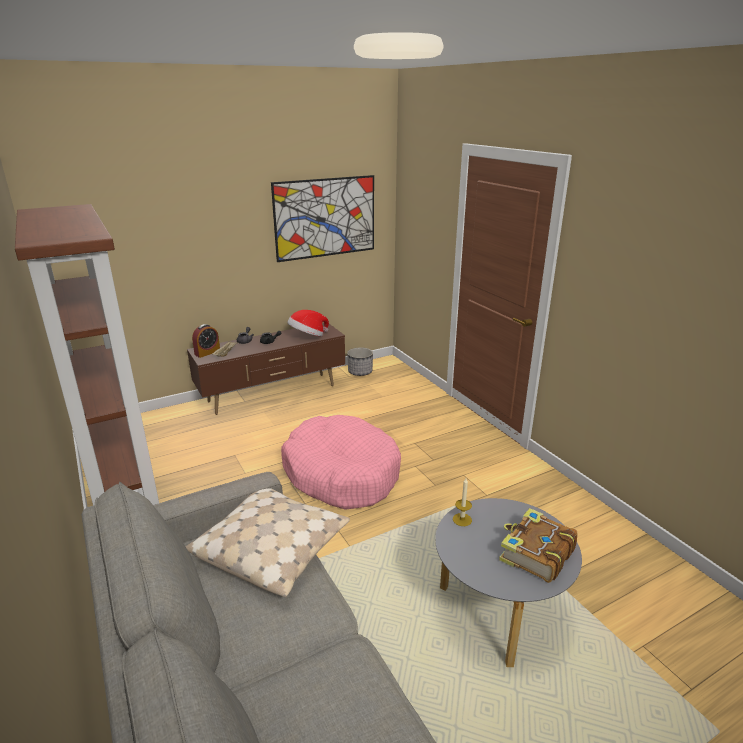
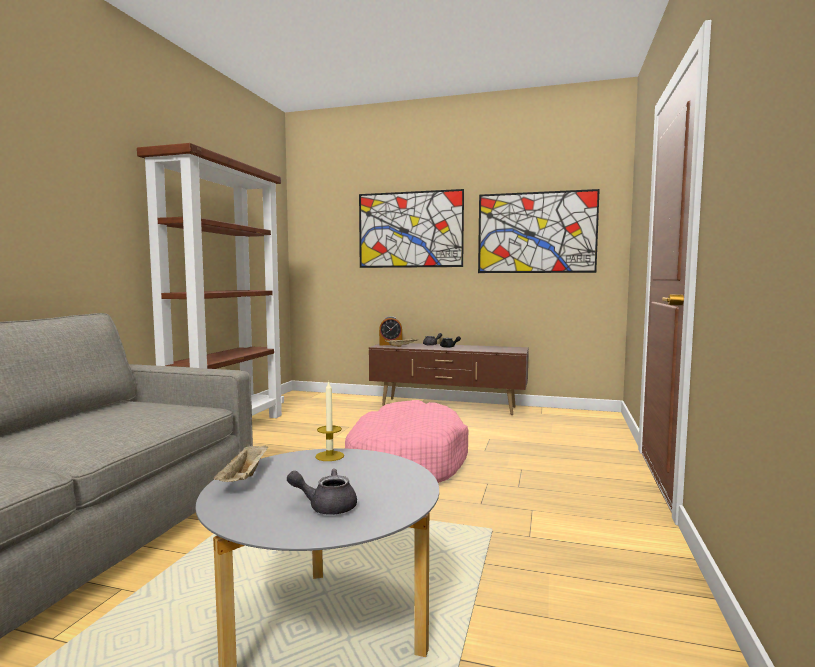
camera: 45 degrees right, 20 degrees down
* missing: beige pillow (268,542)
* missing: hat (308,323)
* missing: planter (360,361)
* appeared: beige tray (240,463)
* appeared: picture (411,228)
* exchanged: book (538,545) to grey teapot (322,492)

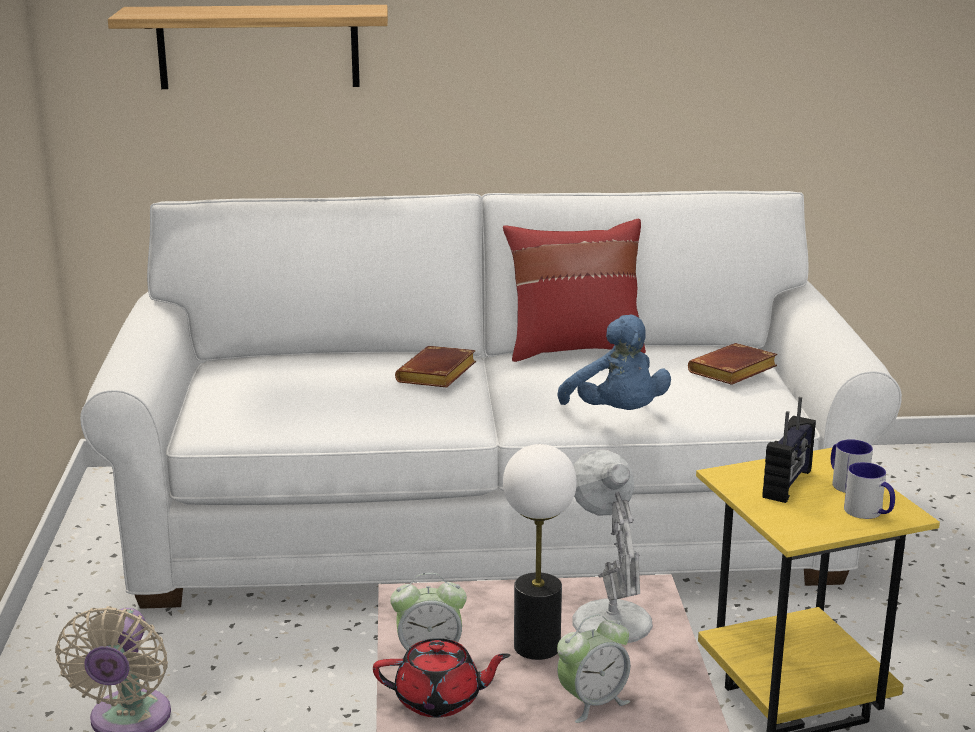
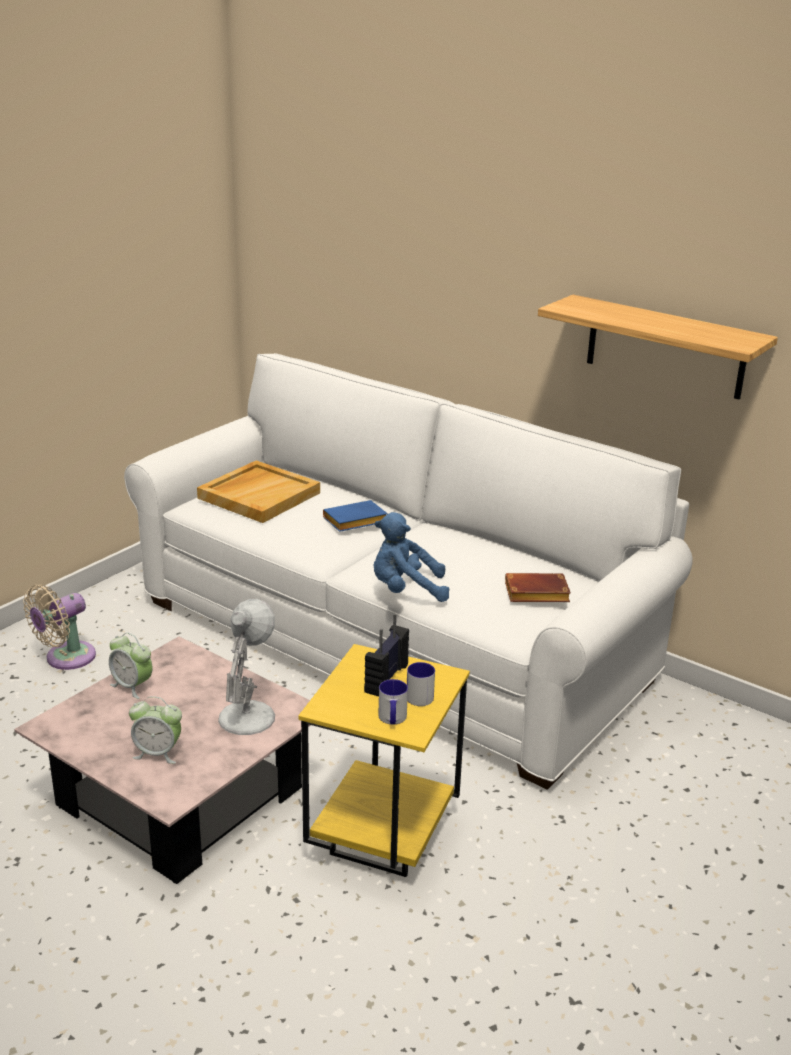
camera: 40 degrees right, 5 degrees up
* missing: red teapot (442,677)
* missing: red pillow (574,290)
* missing: table lamp (540,552)
* appeared: beige tray (258,491)
* relocated: shelf (248,47) to (658,347)
* colour: brown book (435,366) to blue book (355,516)
* spun: blue plush toy (614,362) = (412,557) 75 degrees clockwise
* spun: radio (789,450) = (386,655) 135 degrees clockwise

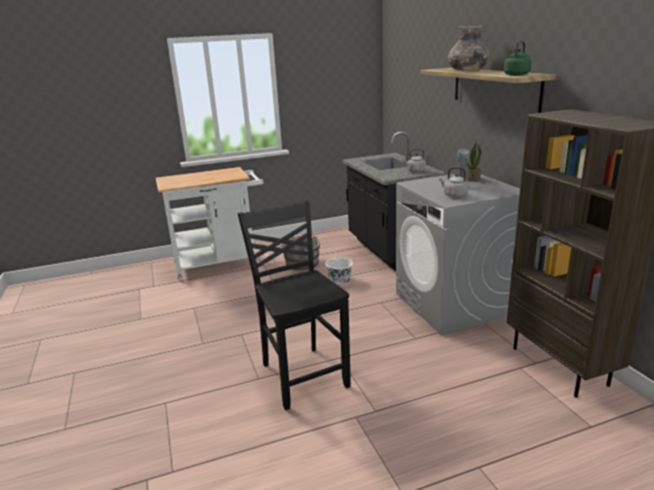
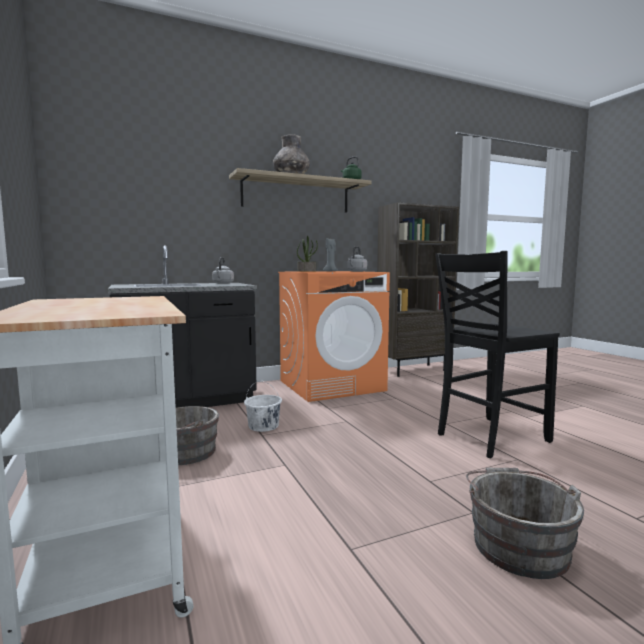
camera: 95 degrees left, 15 degrees down
* appeared: grey bucket (525,523)
* colour: grey washing machine (458,254) to orange washing machine (334,336)

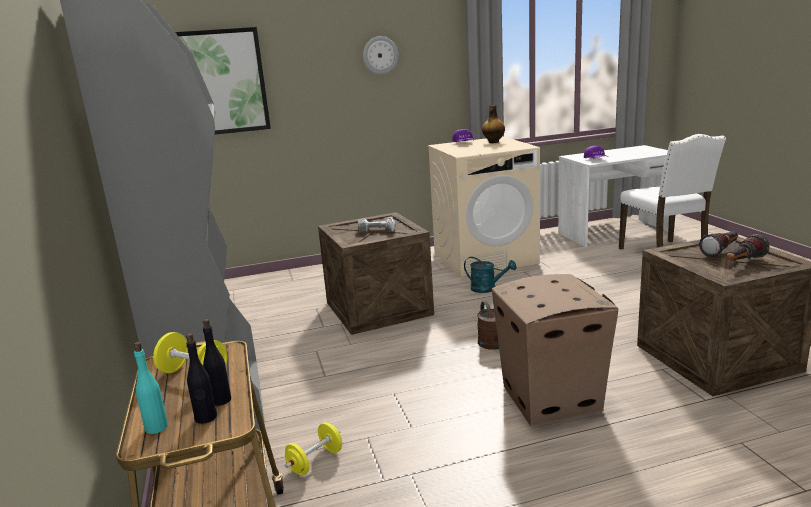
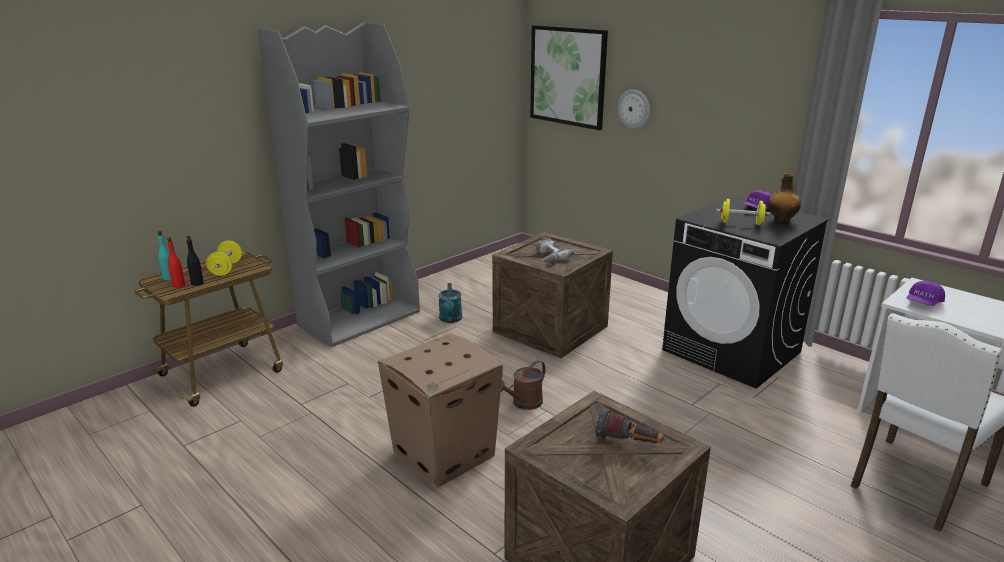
camera: 60 degrees right, 5 degrees up
* missing: flashlight (748,247)
* relocated: yellow dumbbell (313,449) to (743,212)
* relocated: wall clock (381,55) to (633,109)
* relocated: turquoise watering can (490,275) to (450,303)
* colour: black bottle (201,378) to red bottle (176,263)
* colour: beige washing machine (484,207) to black washing machine (745,292)

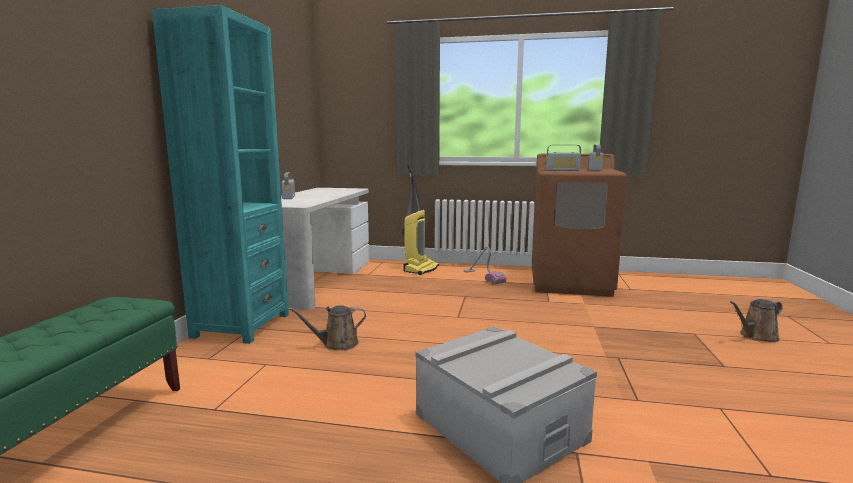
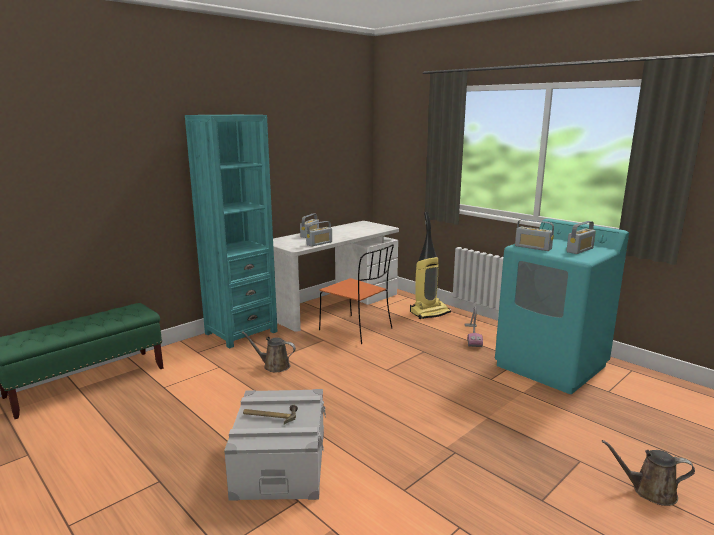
camera: 35 degrees right, 5 degrees up
* appeared: hammer (270,415)
* appeared: radio (319,234)
* appeared: orange chair (356,294)
* colour: brown washing machine (579,225) to turquoise washing machine (562,306)

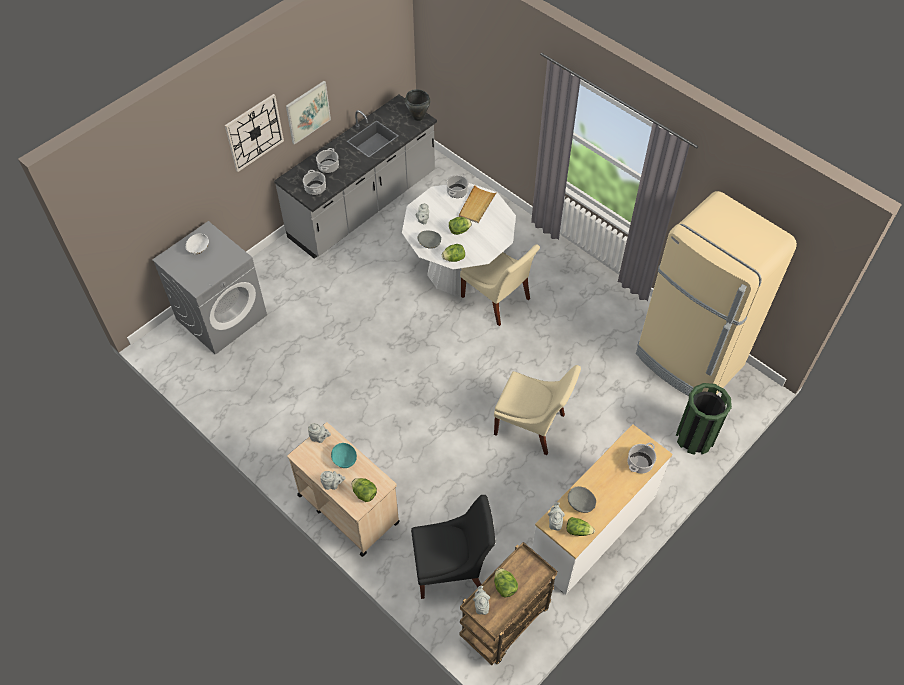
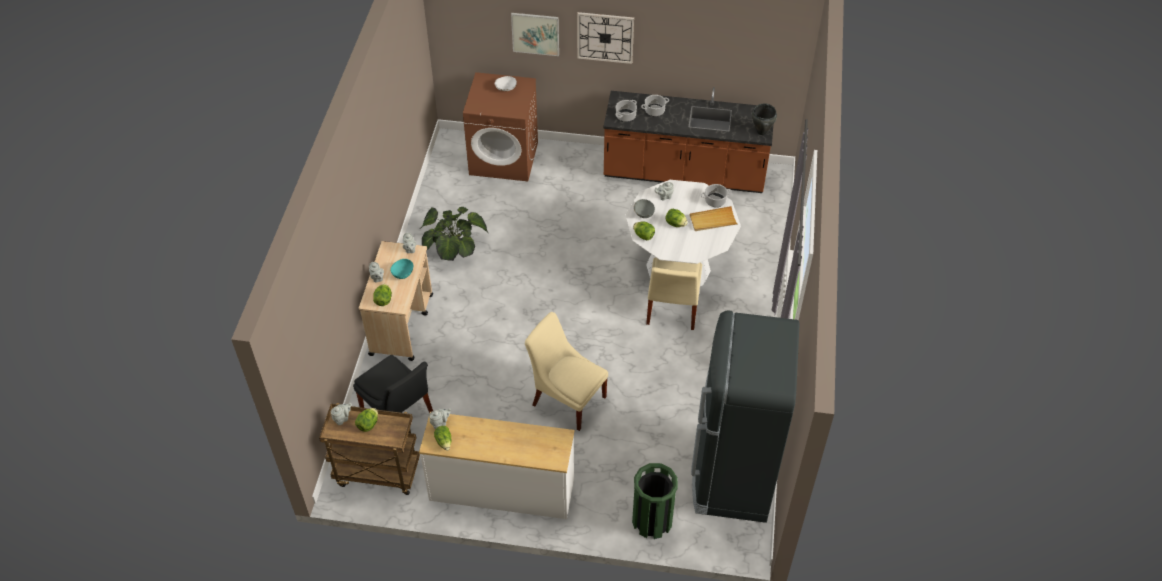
camera: 55 degrees right, 5 degrees down
* missing: grey bowl (582,499)
* missing: cooking pot (641,458)
* appeared: potted plant (454,234)
* relocated: picture (308,113) to (535,34)
* colour: grey washing machine (209,288) to brown washing machine (500,126)
* colour: grey counter (355,177) to brown counter (689,140)
* colour: beige fridge (716,293) to black fridge (745,416)
* spun: beige chair (537,410) = (566,371) 135 degrees clockwise

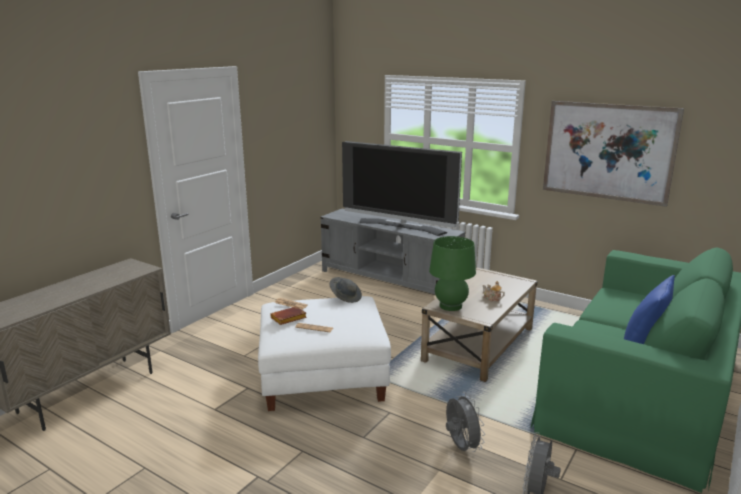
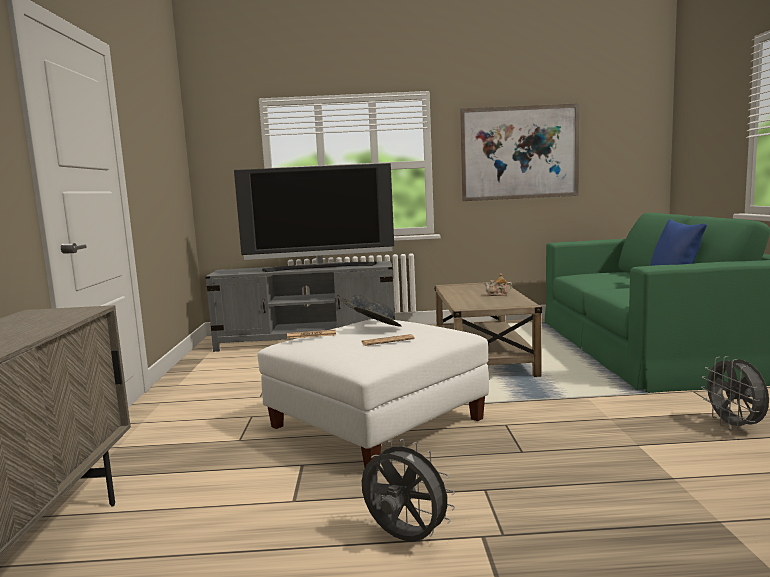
camera: 35 degrees left, 10 degrees down
* missing: brown book (288,315)
* missing: green table lamp (452,273)
* appeared: grey hat (377,314)
* relocated: grey fan (465,422) to (408,490)

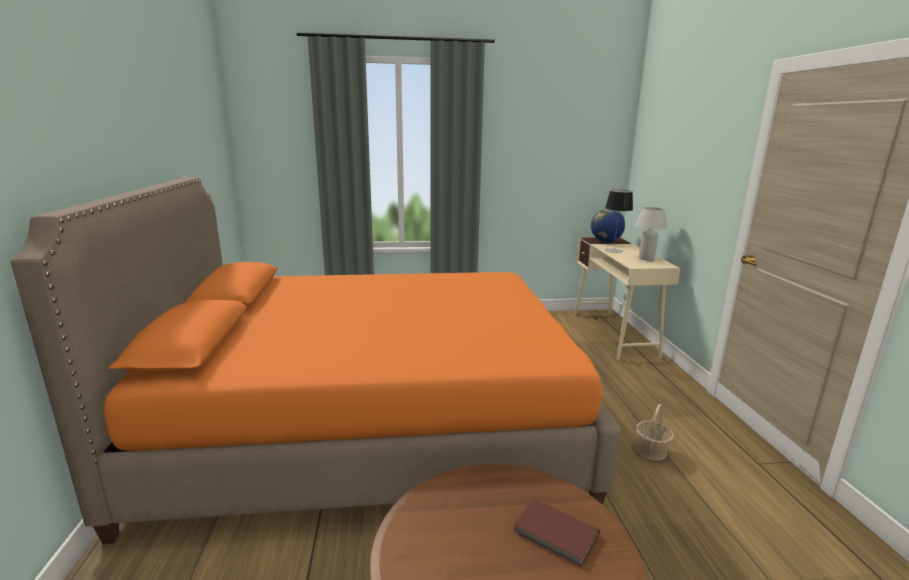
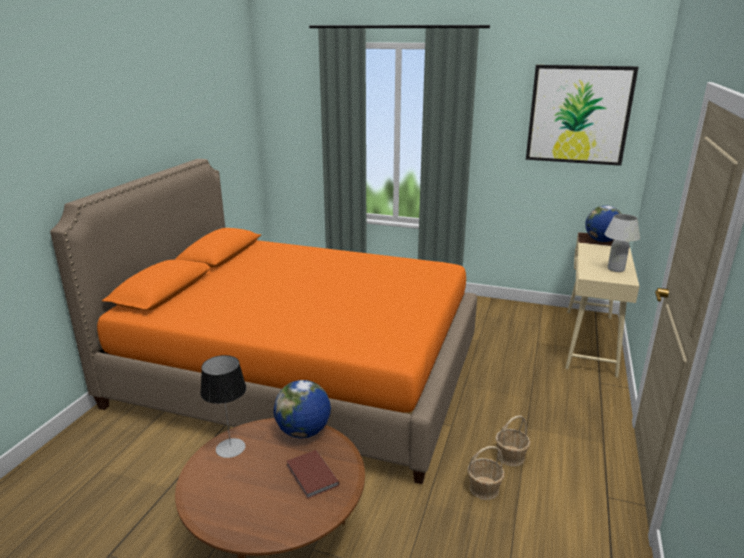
camera: 25 degrees right, 5 degrees up
* appeared: globe (302,409)
* appeared: basket (485,473)
* appeared: picture (582,115)
* relocated: table lamp (619,221) to (223,406)

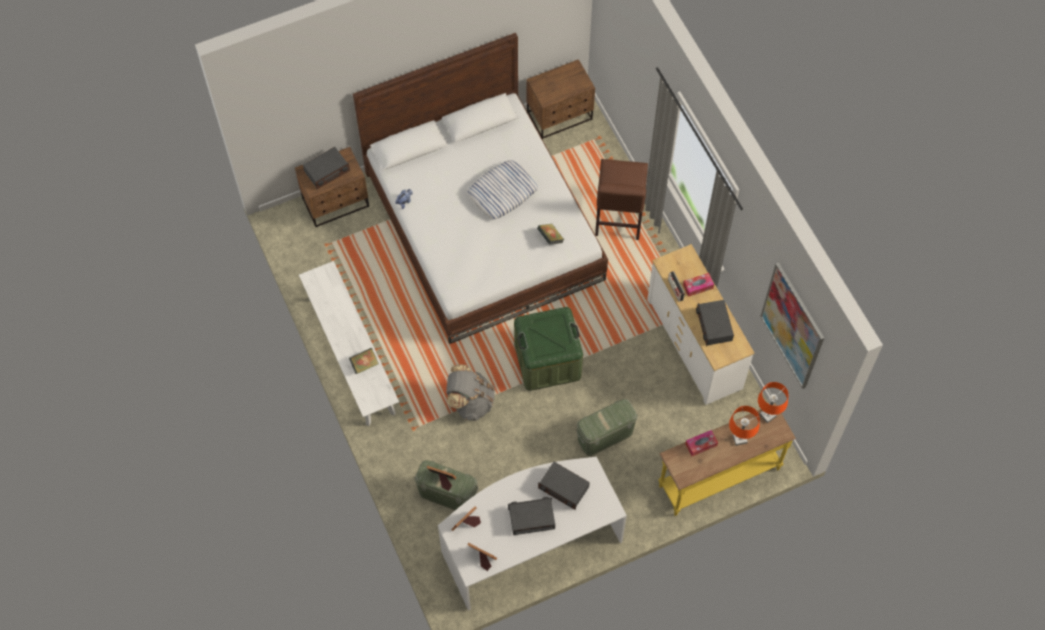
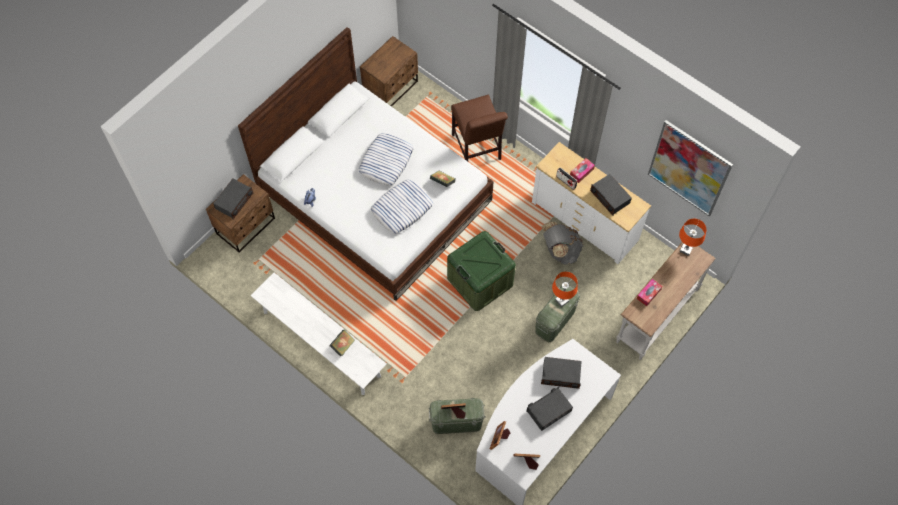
camera: 25 degrees left, 0 degrees up
* appeared: pillow (402,207)
* relocated: grey backpack (470,392) to (562,242)
* relocated: orange table lamp (744,426) to (565,289)
* colour: yellow console table (727,459) to white console table (666,301)

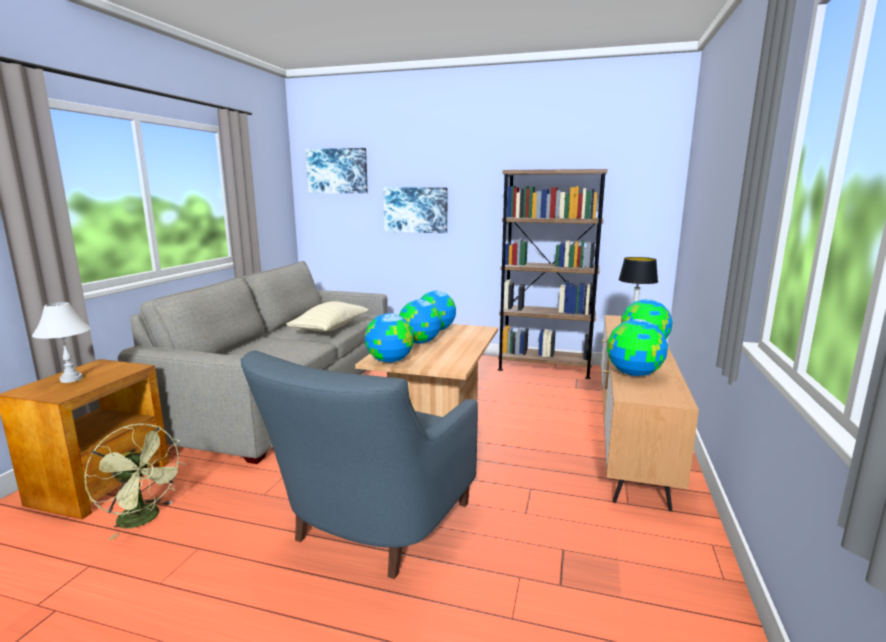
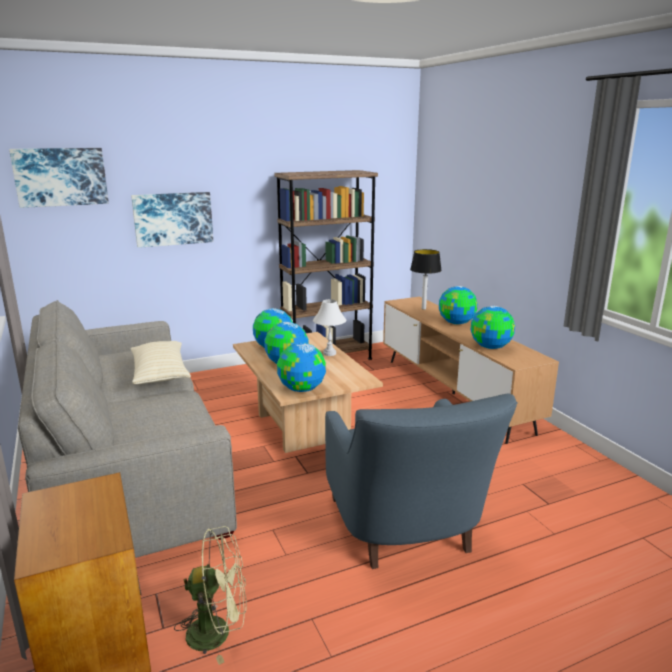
camera: 40 degrees left, 5 degrees up
* relocated: white table lamp (61,342) to (329,327)

